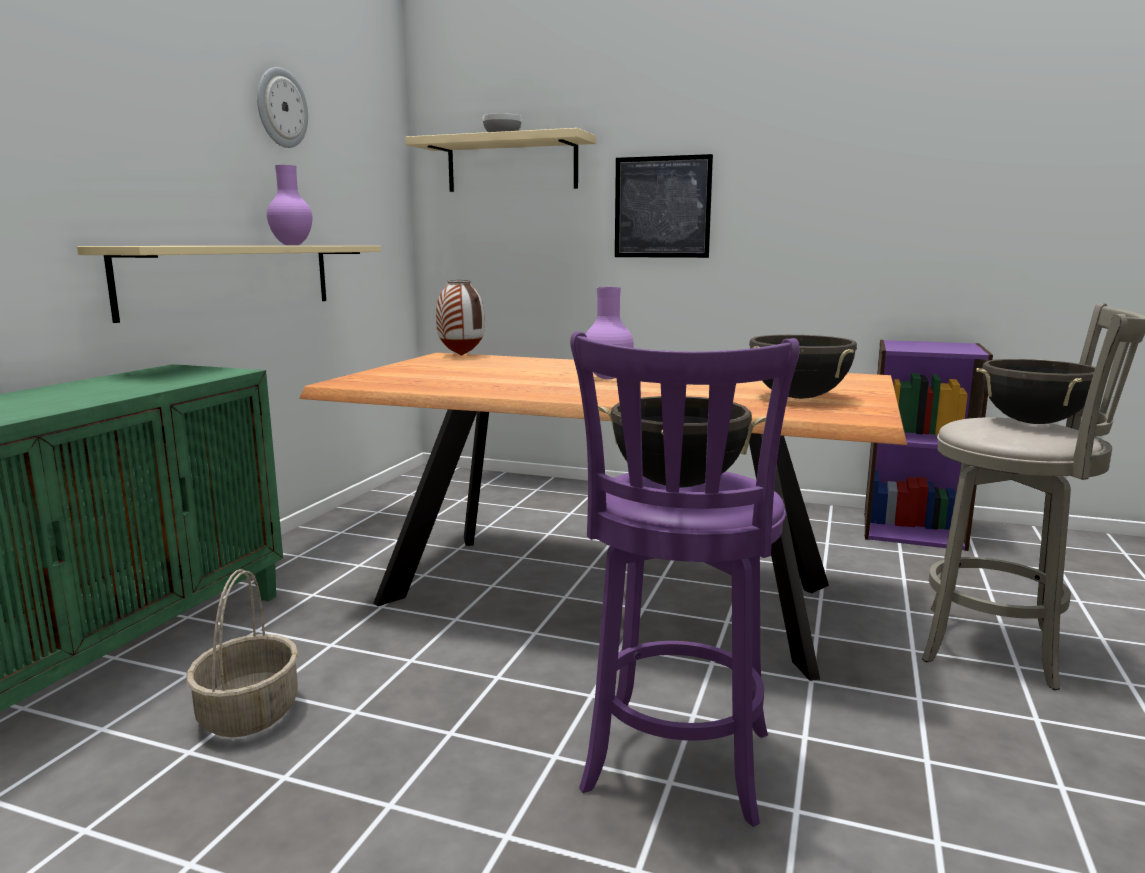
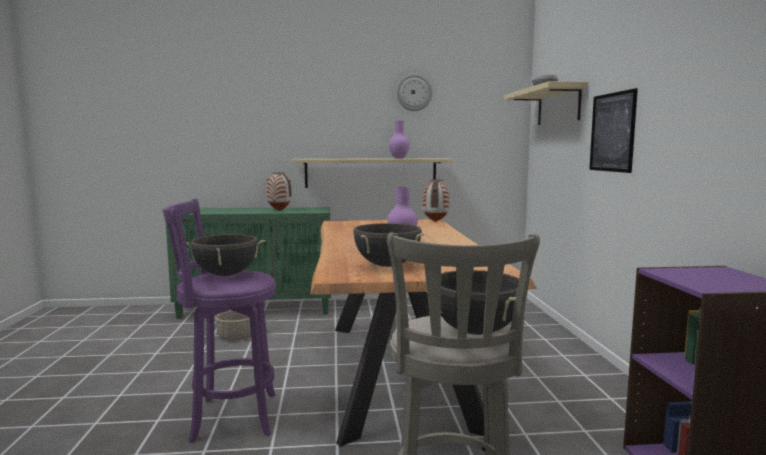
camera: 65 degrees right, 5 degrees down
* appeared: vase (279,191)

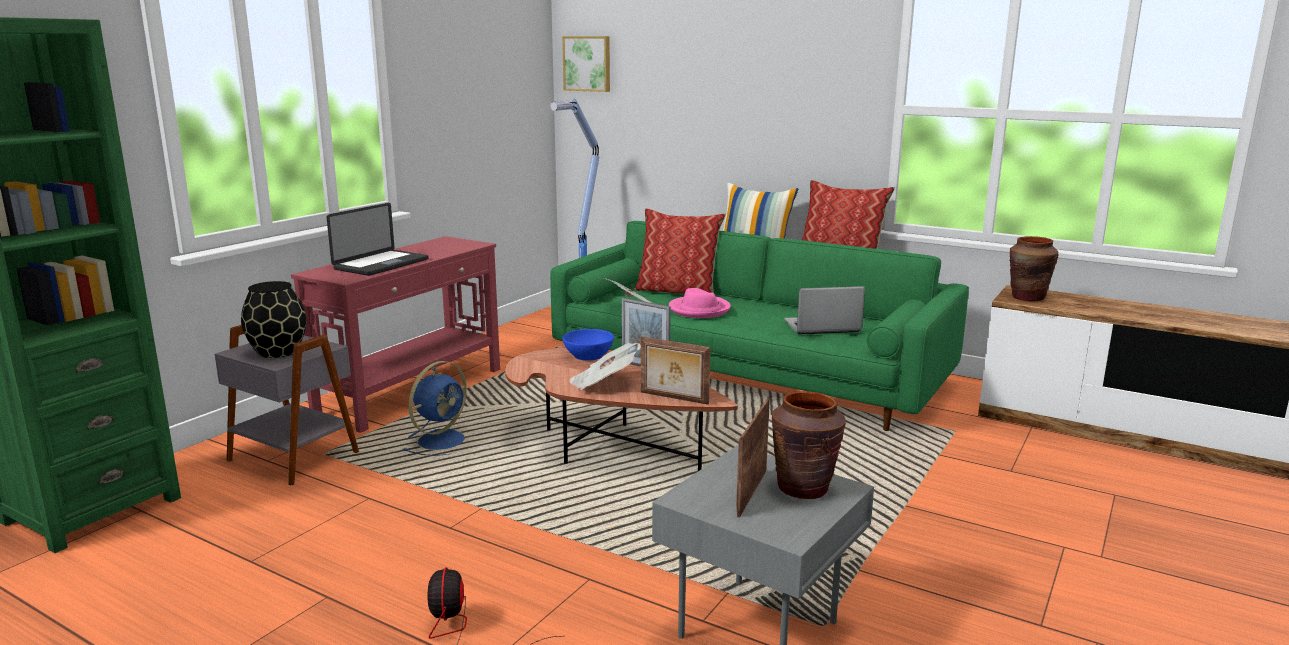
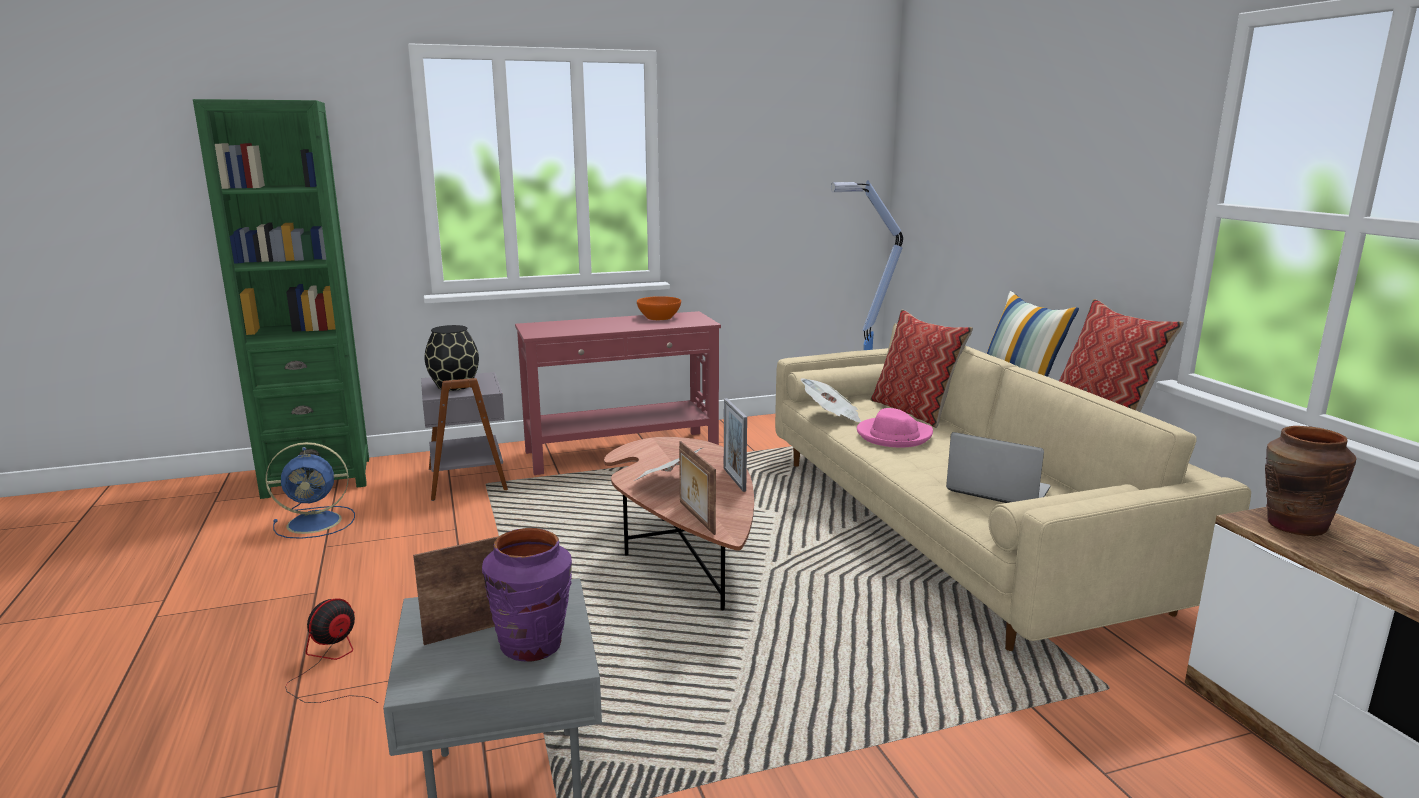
camera: 40 degrees right, 0 degrees up
* missing: laptop (377,239)
* missing: picture (586,64)
* missing: blue bowl (588,345)
* appeared: orange bowl (659,308)
* relocated: blue fan (434,408) to (310,490)
* colour: green sofa (759,326) to beige sofa (1013,487)
* colour: brown vase (809,445) to purple vase (527,595)

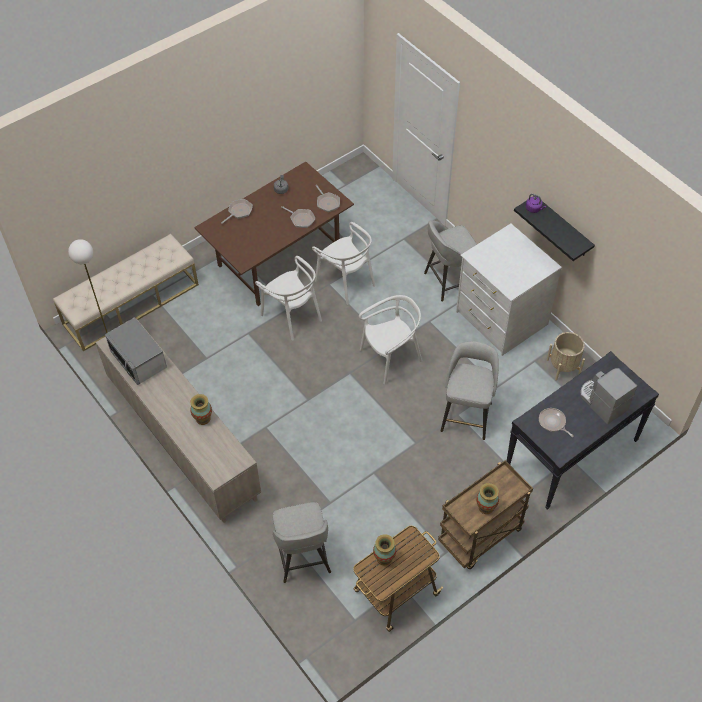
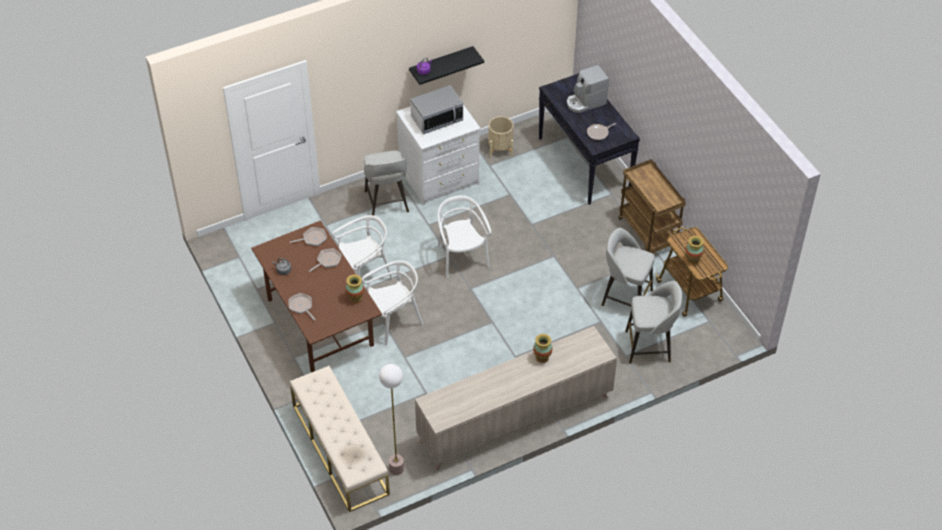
camera: 80 degrees left, 5 degrees down
* relocated: microwave (136,351) to (436,109)
* relocated: grey stool (470,390) to (628,267)
* relocated: vase (487,498) to (355,288)

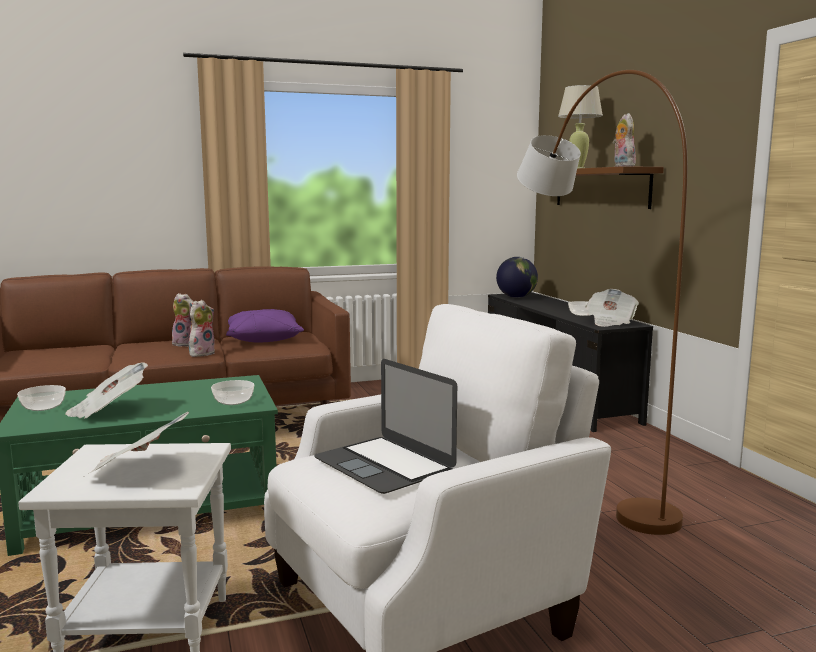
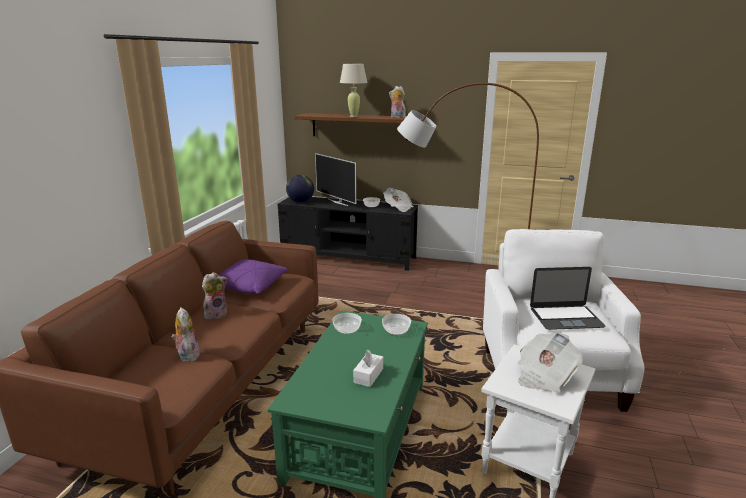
camera: 55 degrees left, 10 degrees up
* appeared: television (335,179)
* relocated: bowl (41,398) to (347,323)
* relocated: plush toy (202,328) to (185,334)
* exchanged: newspaper (106,390) to white tissue box (368,368)

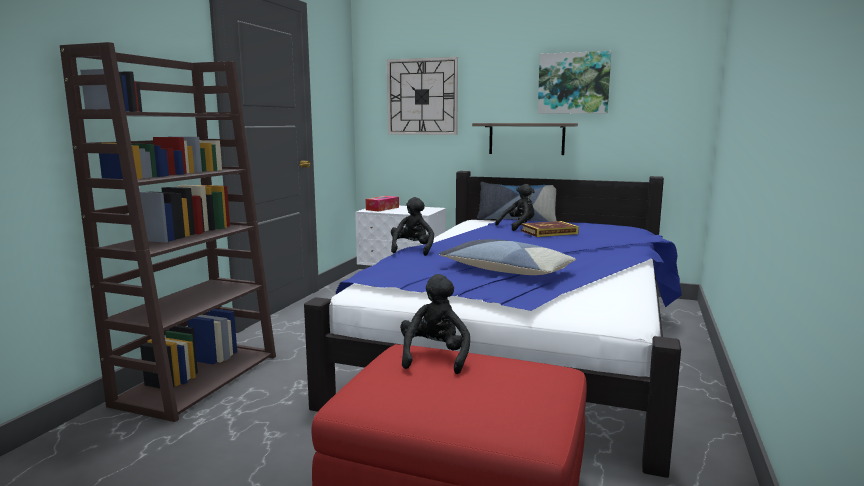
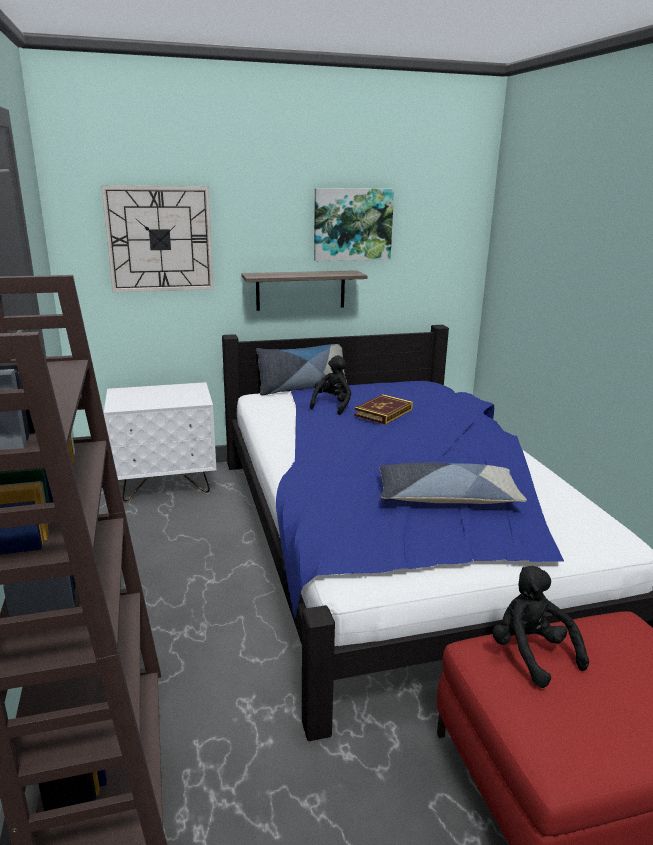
camera: 35 degrees left, 10 degrees up
* missing: tissue box (382,204)
* missing: black plush toy (412,226)

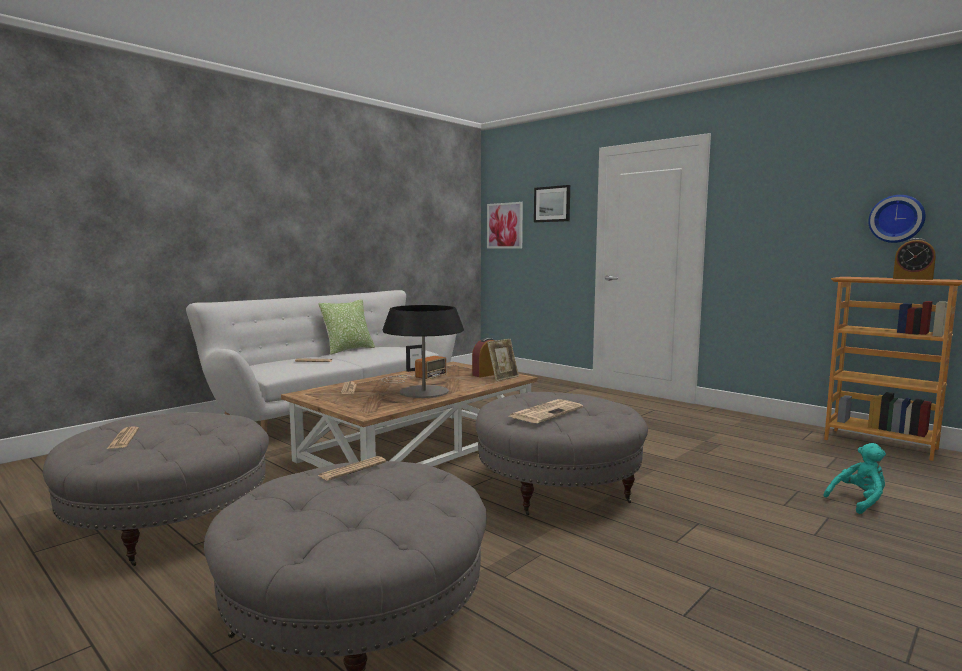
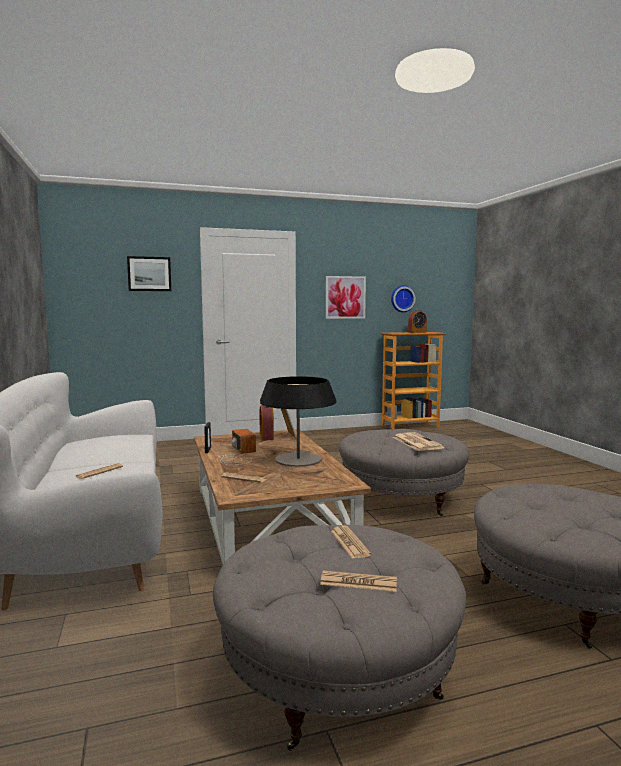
camera: 60 degrees left, 0 degrees up
* missing: pillow (346,327)
* missing: turquoise plush toy (854,478)
* relocated: newspaper (352,468) to (351,542)
* relocated: picture (505,225) to (345,297)

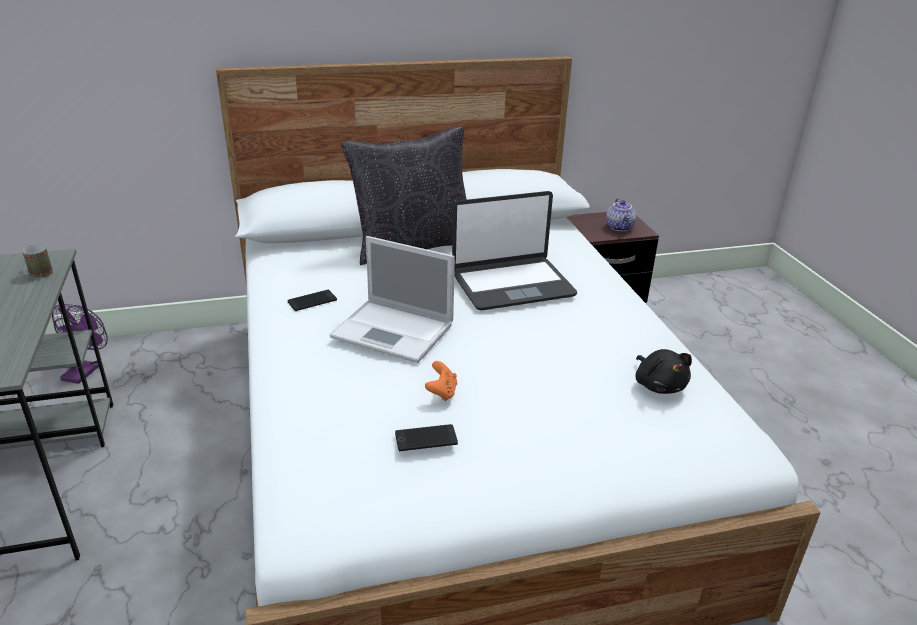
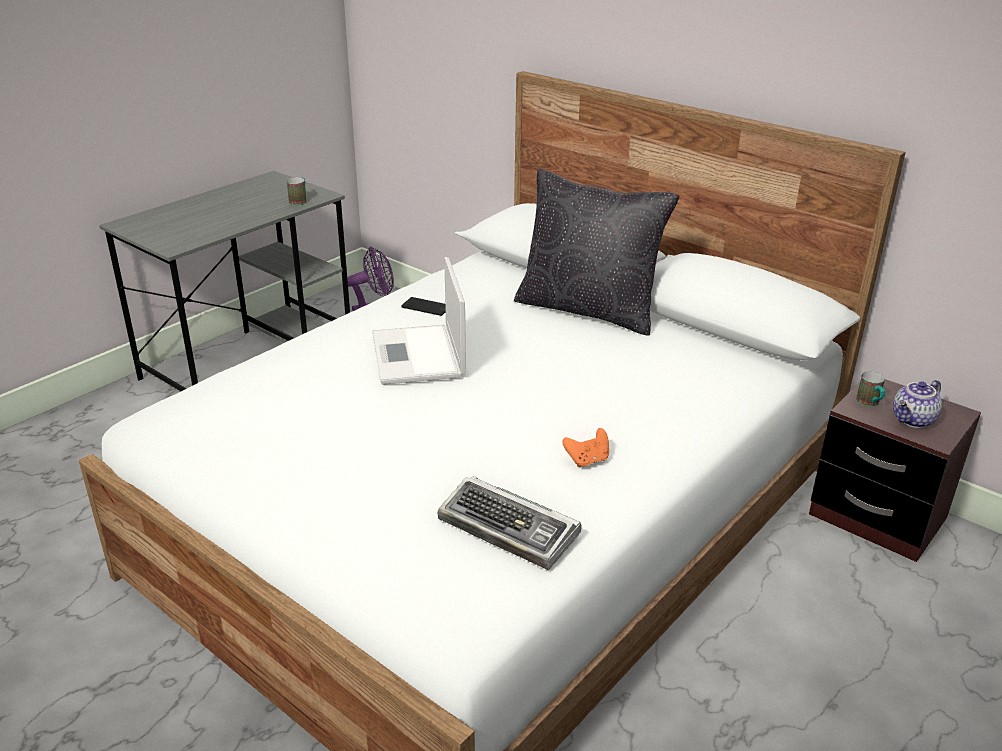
camera: 55 degrees right, 0 degrees up
* missing: phone (426,437)
* missing: laptop (514,250)
* appeared: mug (870,389)
* relocated: orange game controller (441,381) to (585,447)
* exchanged: black plush toy (664,371) to keyboard (510,523)

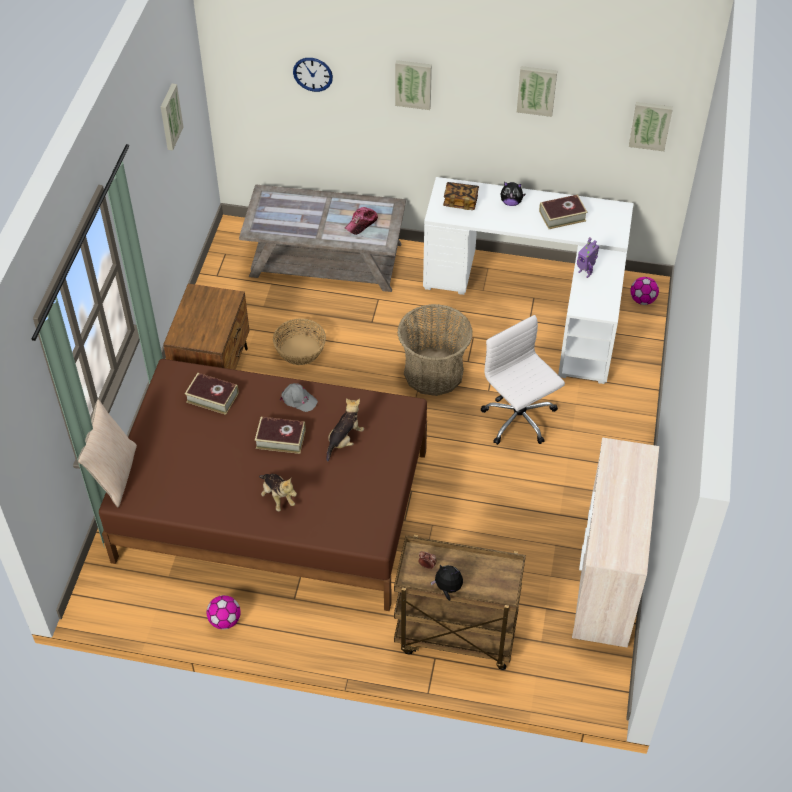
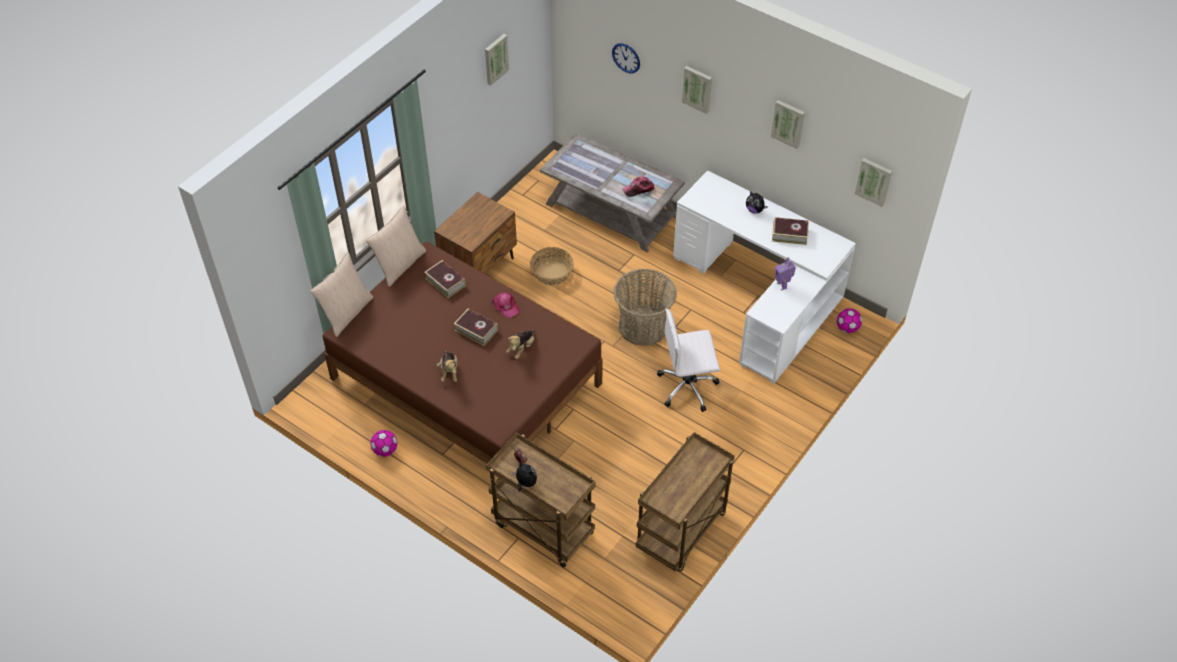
camera: 25 degrees right, 0 degrees up
* missing: book (461,196)
* appeared: beige pillow (396,246)
* exchanged: beige dresser (615,542) to brown cart (685,501)
* colour: grey cap (299,397) to pink cap (505,305)
* spun: plush toy (345,430) = (520,344) 150 degrees clockwise
* spun: white office chair (523,380) = (688,360) 90 degrees counterclockwise

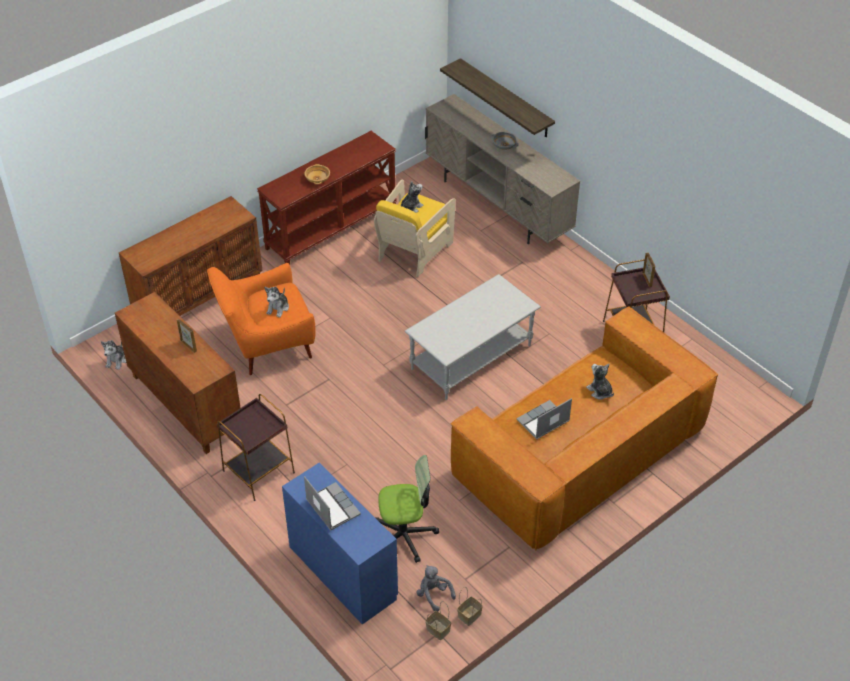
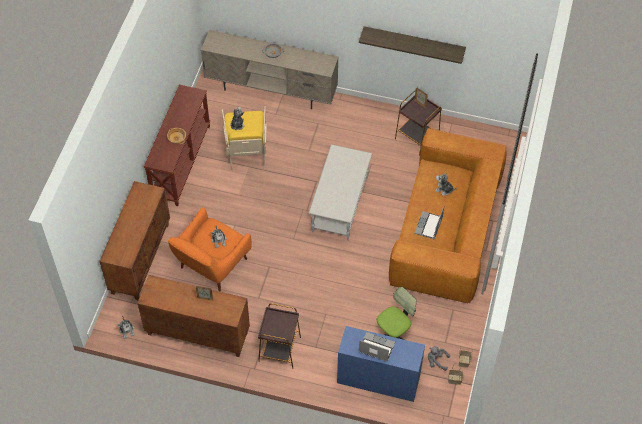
camera: 35 degrees left, 10 degrees up
* relocated: shelf (497,97) to (412,45)

